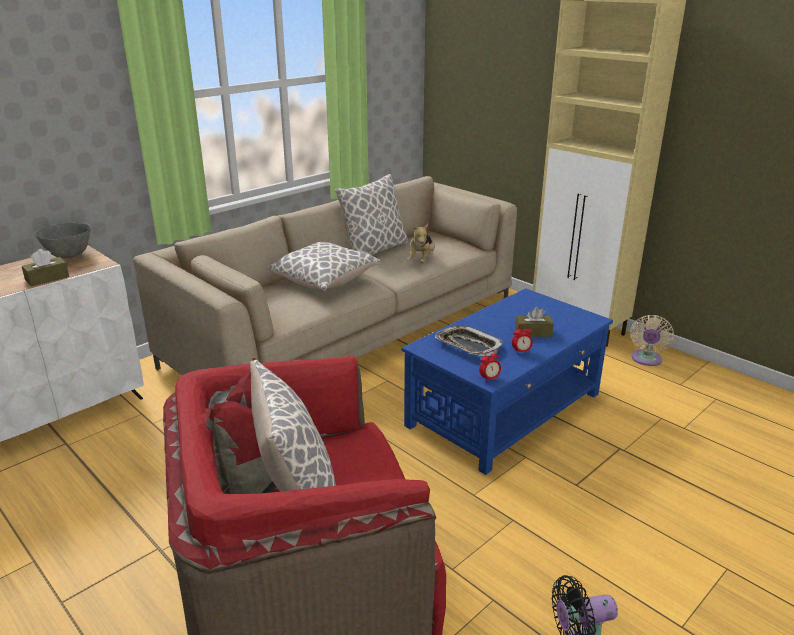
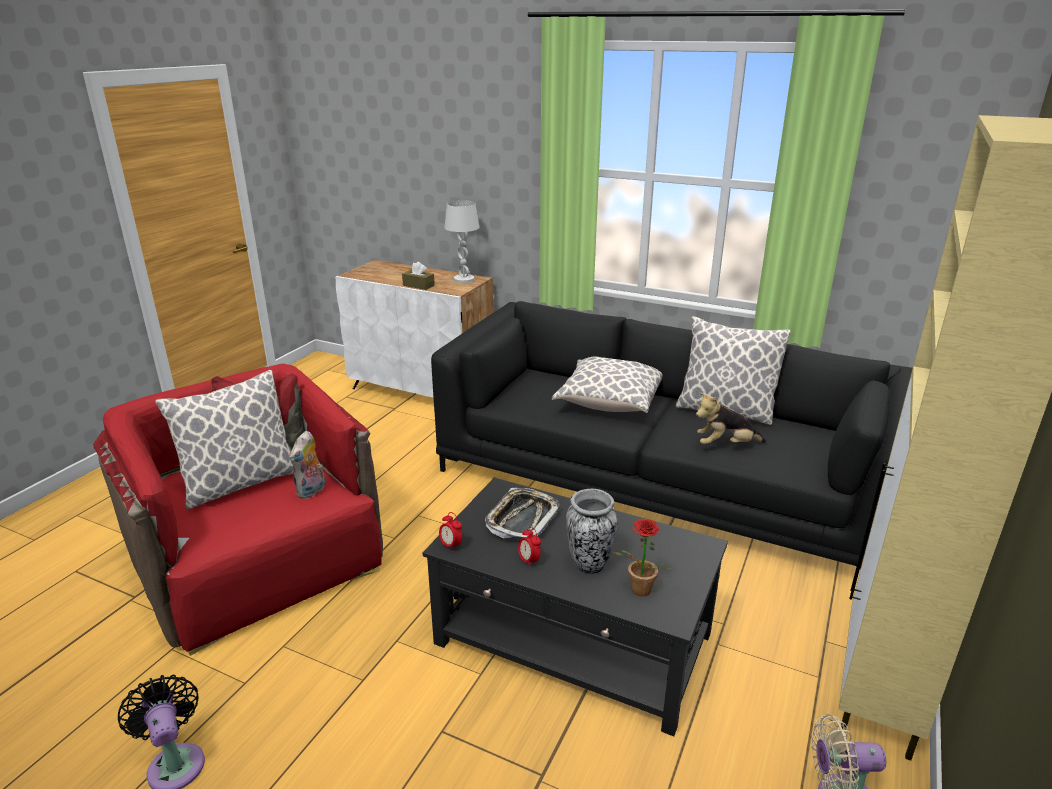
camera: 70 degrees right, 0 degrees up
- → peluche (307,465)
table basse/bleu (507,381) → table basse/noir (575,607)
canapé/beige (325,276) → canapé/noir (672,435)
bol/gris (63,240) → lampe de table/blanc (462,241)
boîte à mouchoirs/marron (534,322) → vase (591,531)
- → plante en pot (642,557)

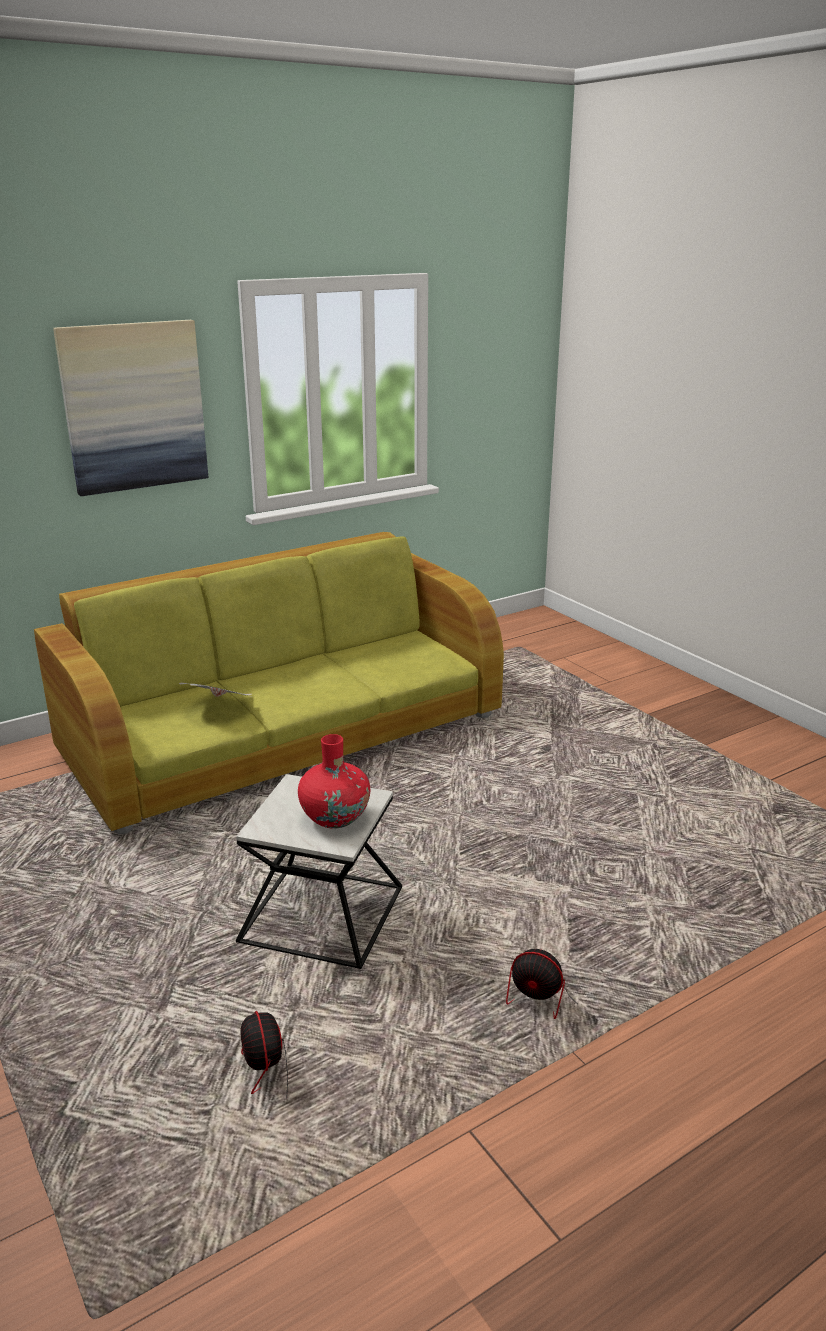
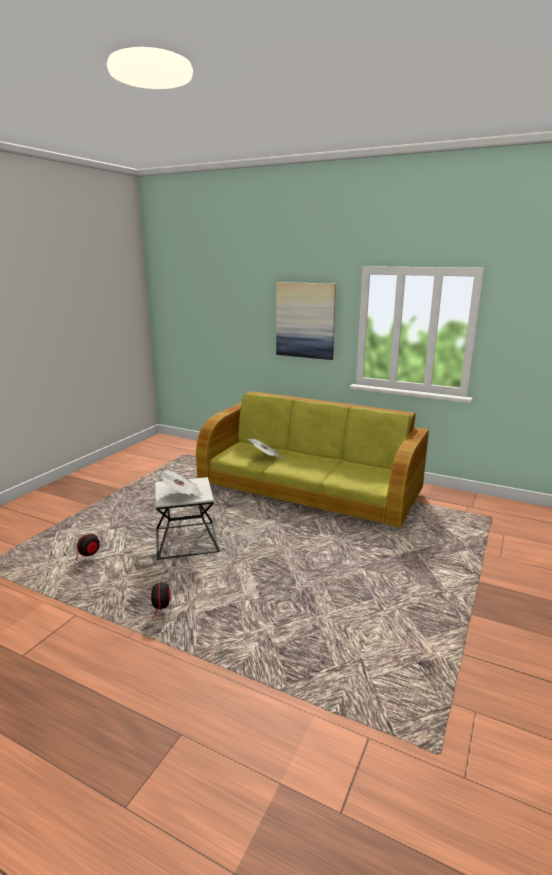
camera: 60 degrees right, 5 degrees down
vase/rouge (334,781) → journal (181,483)

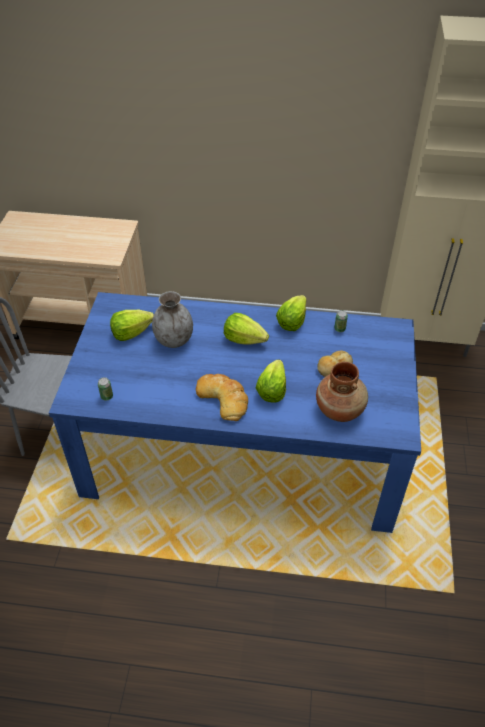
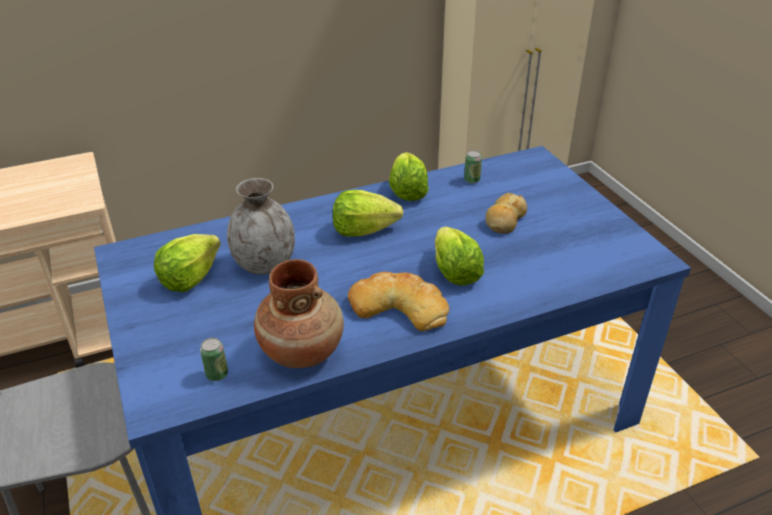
camera: 30 degrees left, 10 degrees down
vase/marron (342,392) → vase/marron (299,313), relocated

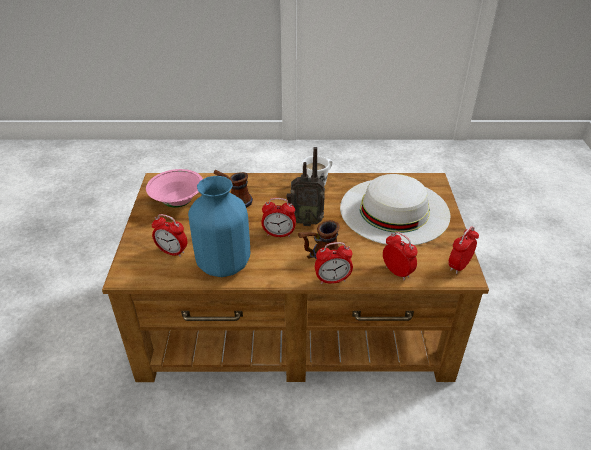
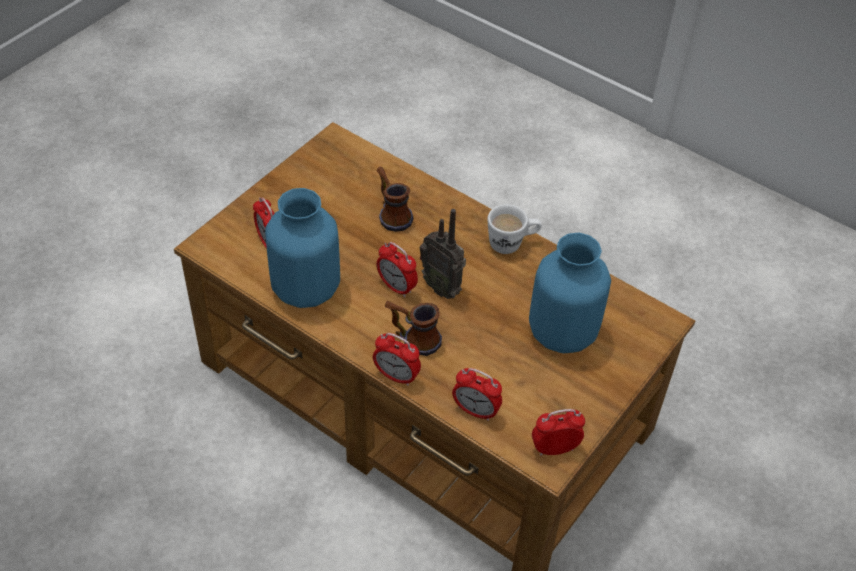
camera: 35 degrees right, 10 degrees up
réveil (400,256) → réveil (477,394), 120 degrees clockwise
chapeau/blanc (395,209) → vase/bleu (570,293)
bol/rose (174,188) → -

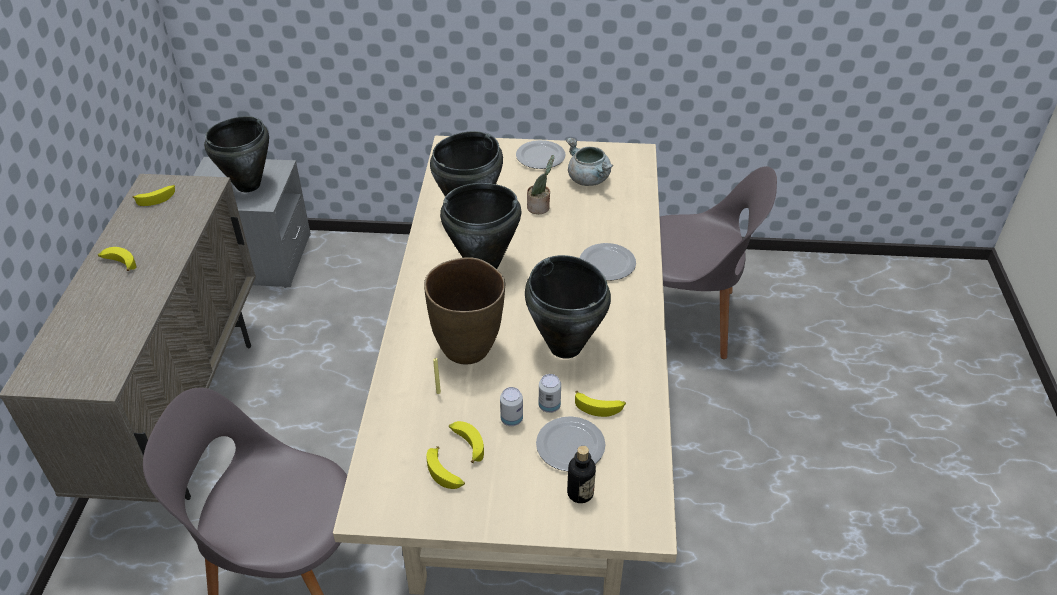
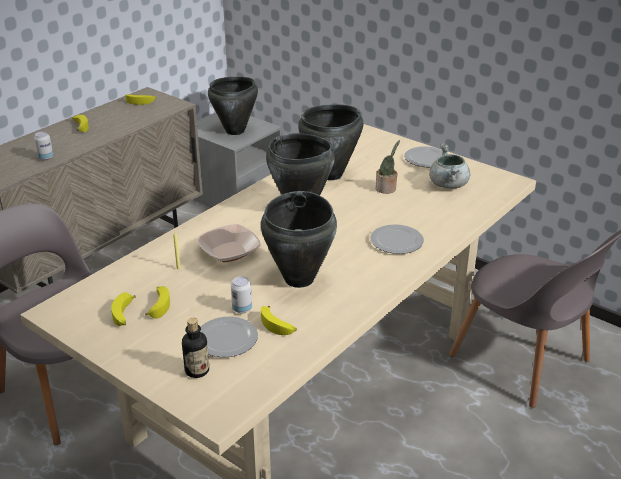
camera: 35 degrees right, 10 degrees down
boîte métallique (511,406) → boîte métallique (43,145), relocated
vase/marron (464,311) → bol (229,243)

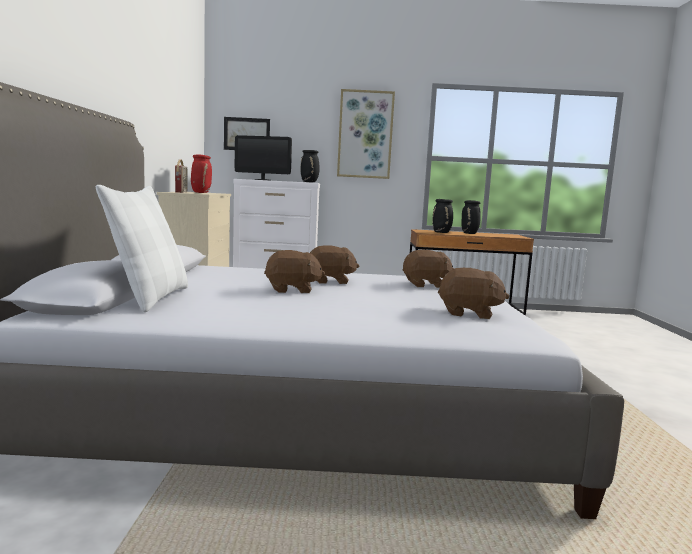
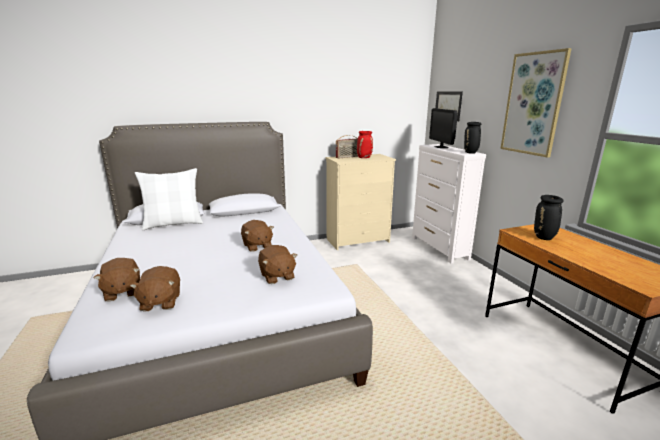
camera: 70 degrees right, 10 degrees up
peluche/marron (294,271) → peluche/marron (117,280), relocated
vase/noir (471,217) → -

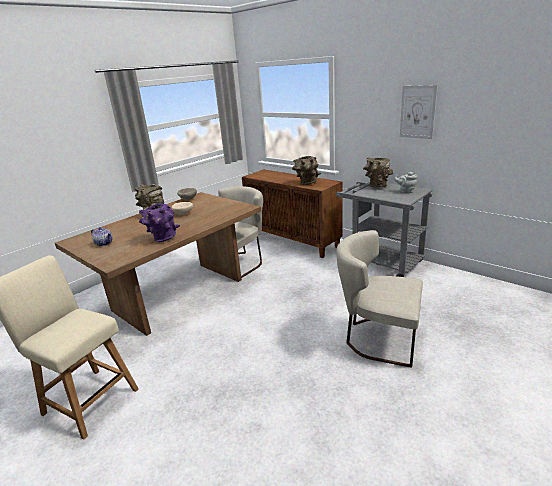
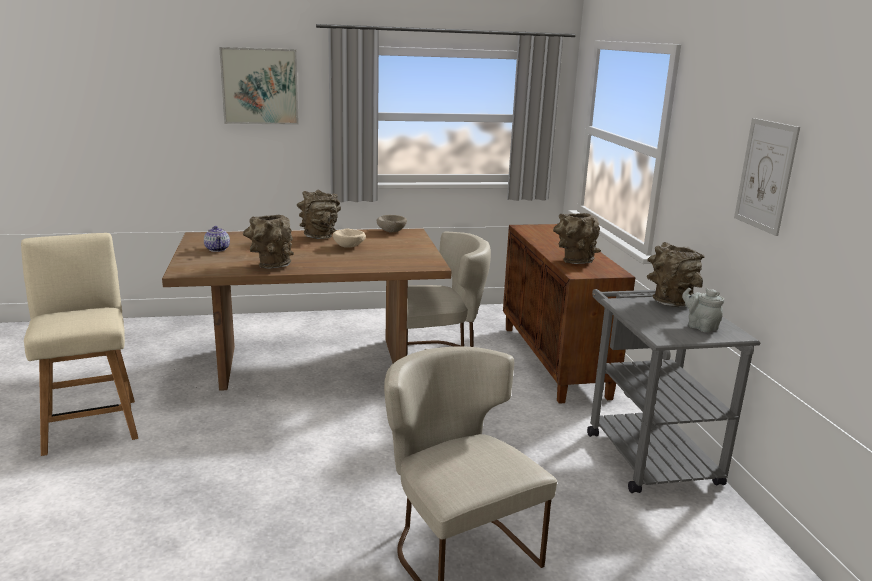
camera: 35 degrees right, 5 degrees down
- → tableau (259,86)
vase/violet (159,222) → vase/marron (268,242)

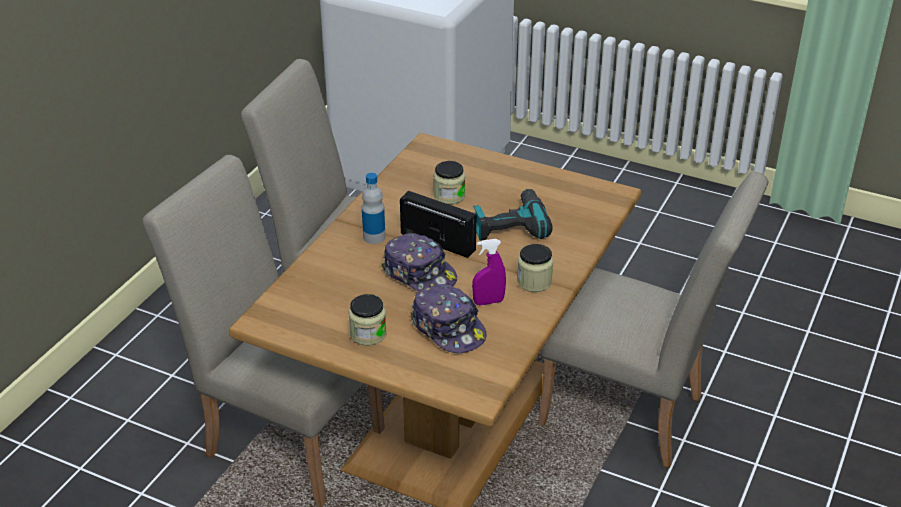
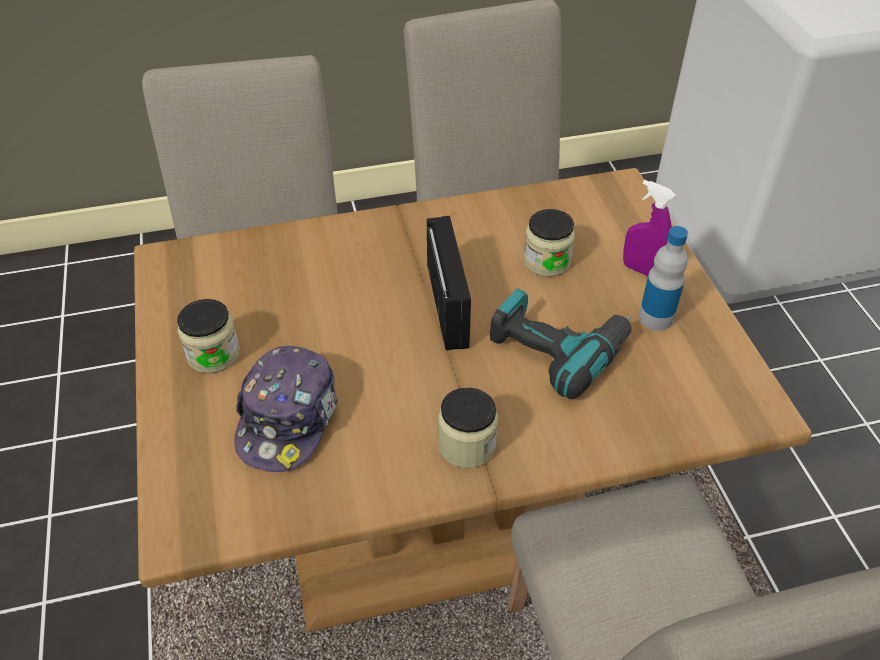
camera: 50 degrees right, 10 degrees up
vaporisateur/violet (489,272) → vaporisateur/violet (649,228), relocated
bouteille (373,208) → bouteille (663,278), relocated
casquette (419,262) → -

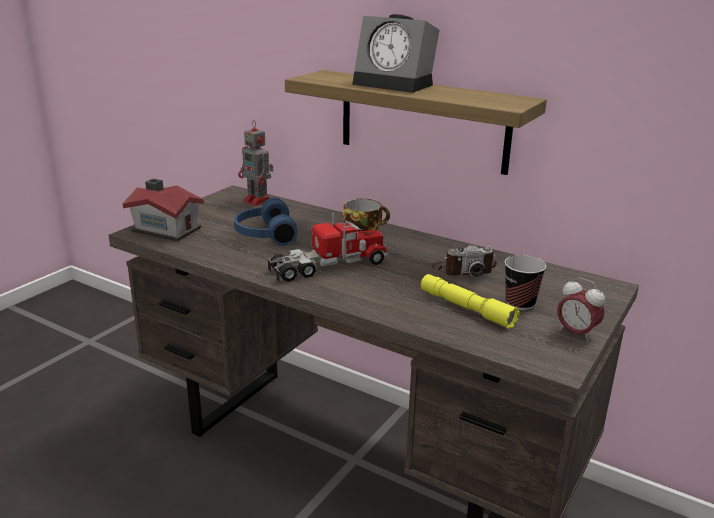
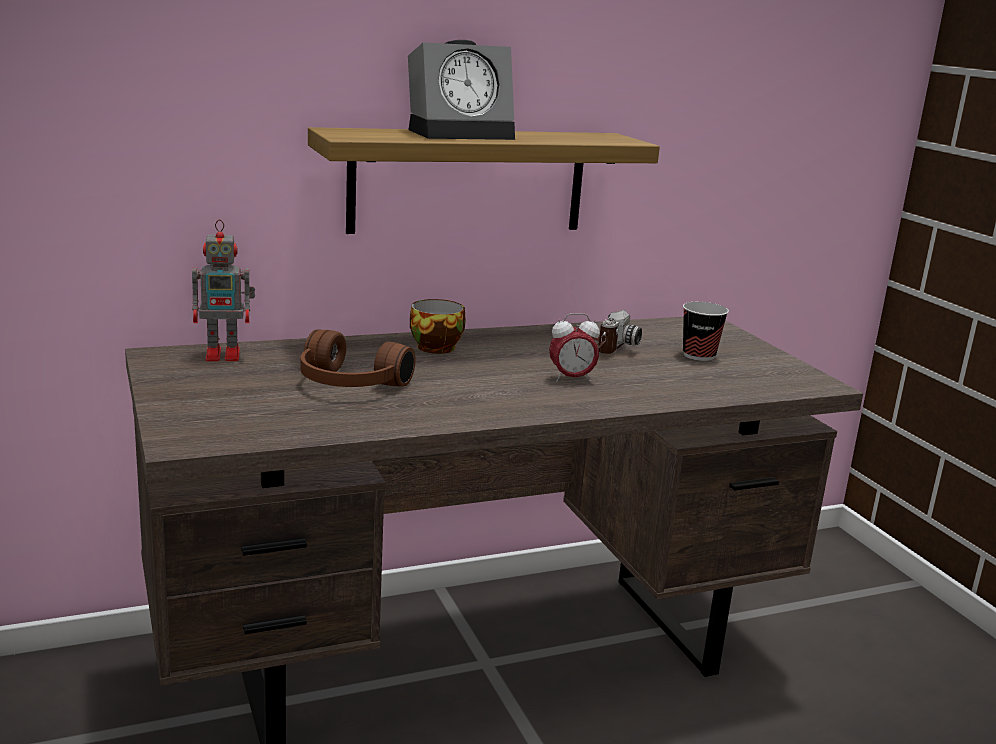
camera: 55 degrees left, 5 degrees down
casque audio/bleu (265,222) → casque audio/marron (358,358)
réveil (581,309) → réveil (574,347), relocated
maison miniature (163,209) → -
camion jouet (327,248) → -
lampe de poche/jaune (470,301) → -

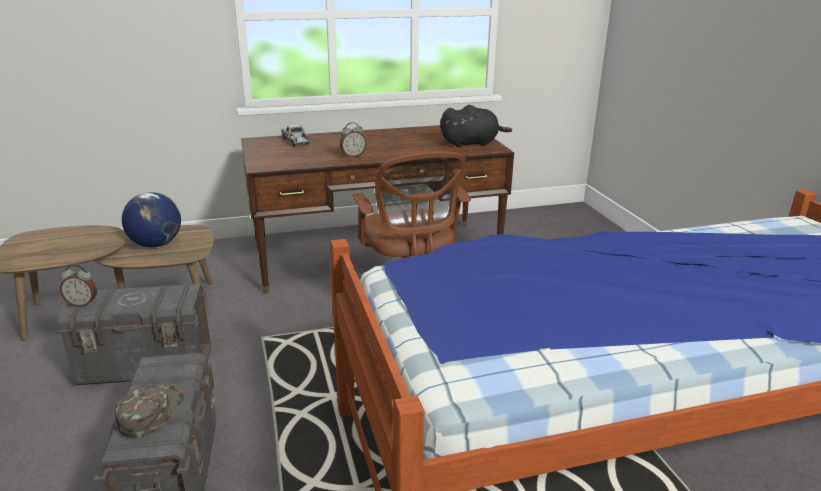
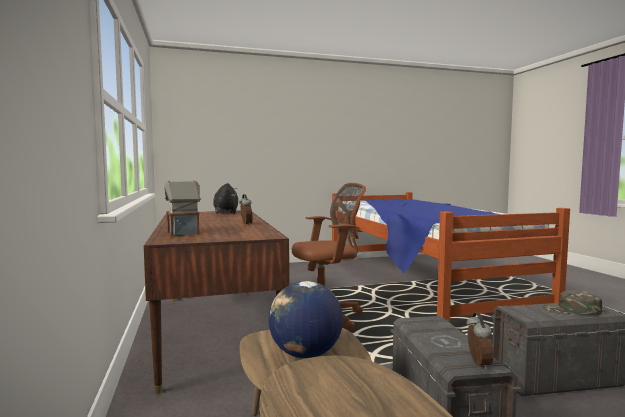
camera: 90 degrees left, 20 degrees down
camion jouet (295,135) → maison miniature (182,208)

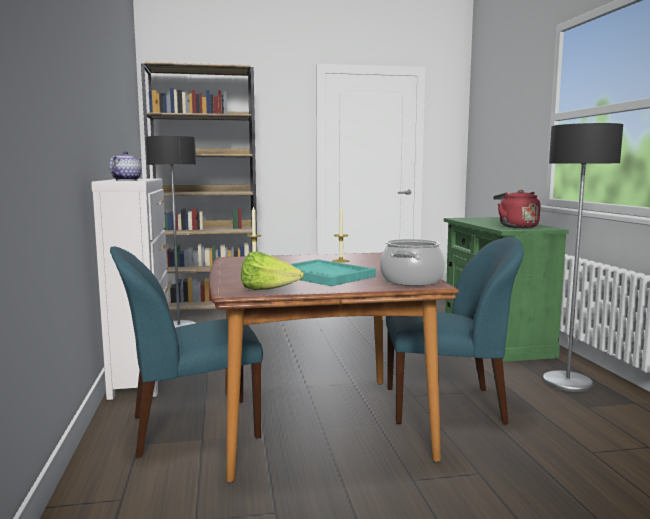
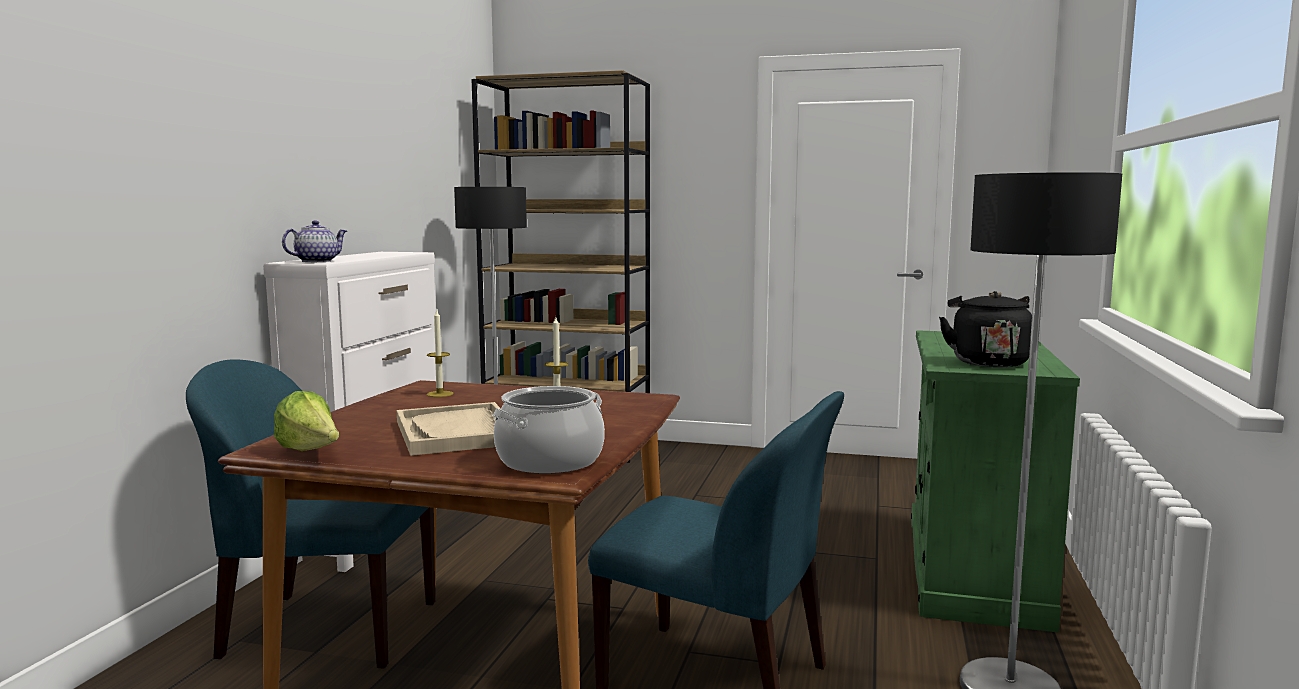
camera: 25 degrees right, 0 degrees up
plateau/turquoise (333,272) → plateau/beige (449,429)
bouilloire/rouge (516,209) → bouilloire/noir (985,329)

